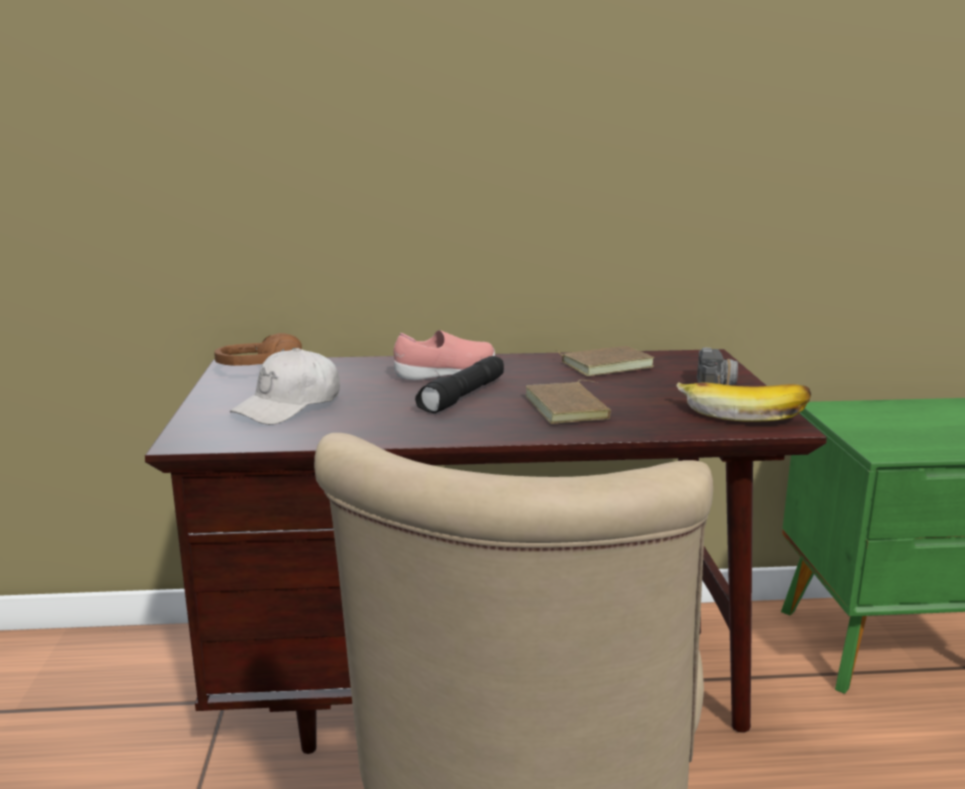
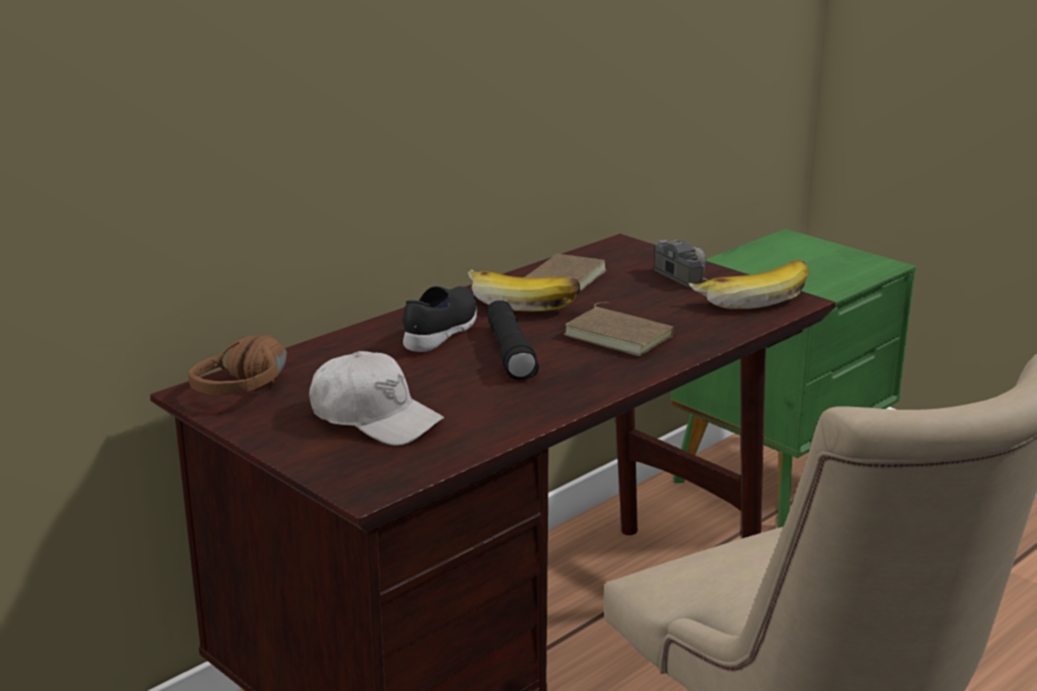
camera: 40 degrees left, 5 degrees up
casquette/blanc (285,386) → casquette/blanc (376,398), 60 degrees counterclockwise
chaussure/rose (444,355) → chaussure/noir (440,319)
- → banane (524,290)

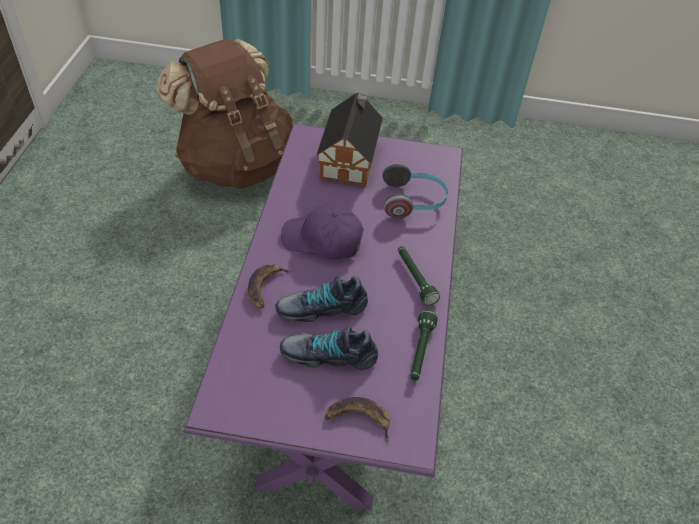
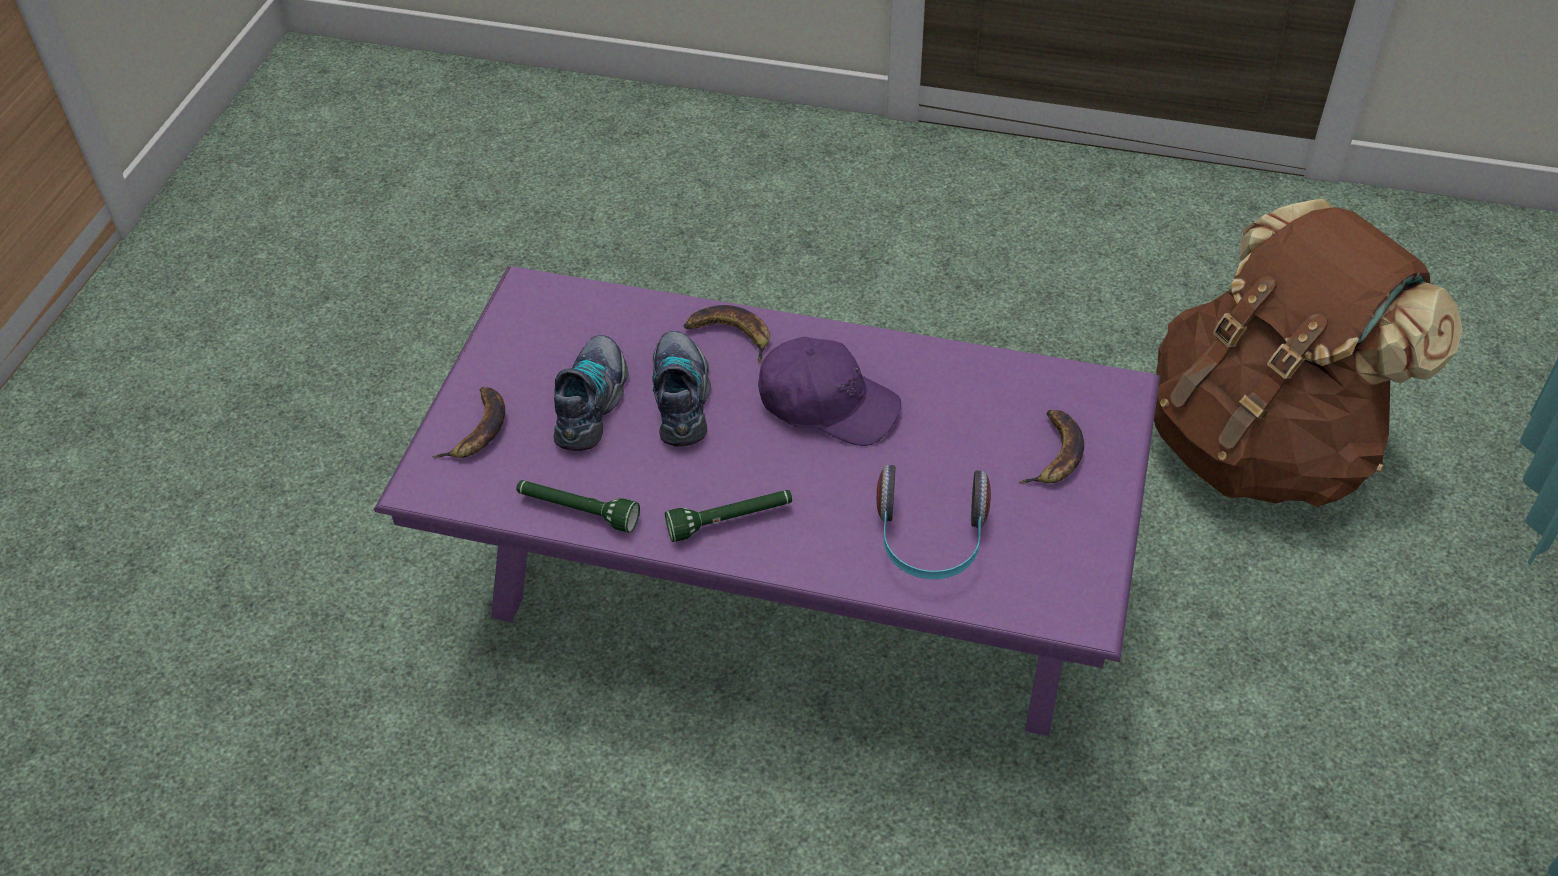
camera: 100 degrees right, 0 degrees up
casquette/violet (322,232) → casquette/violet (829,391), 90 degrees clockwise
maison miniature (349,140) → banane (1051,447)

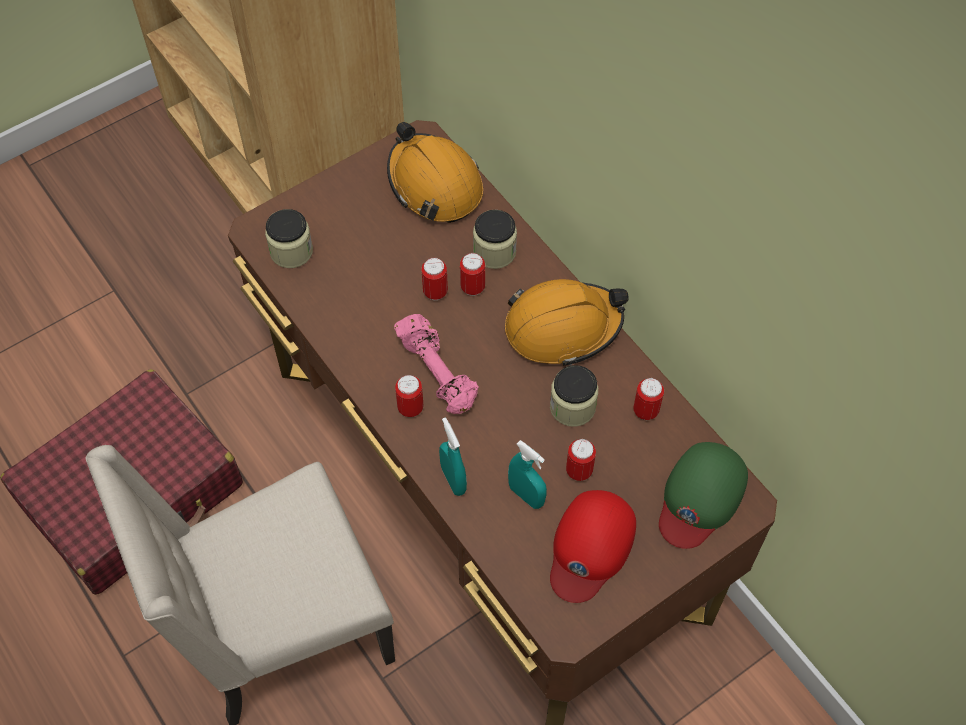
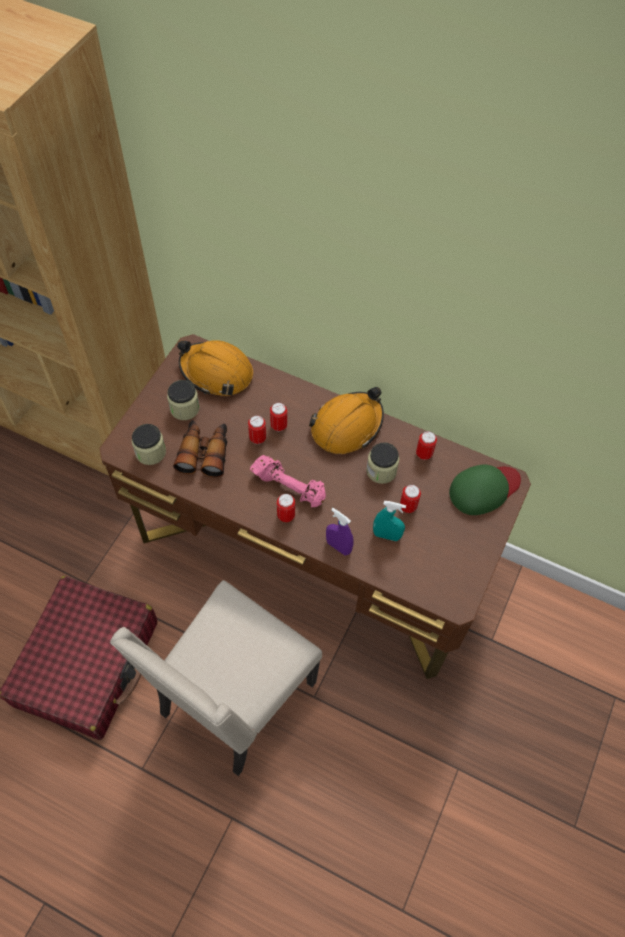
camera: 30 degrees left, 0 degrees up
bocal (495,239) → bocal (183,400), relocated
- → jumelles (200,448)
vaporisateur/turquoise (453,457) → vaporisateur/violet (340,531)
casquette/vert (703,495) → casquette/vert (485,489), 120 degrees counterclockwise
casquette/rouge (593,546) → -

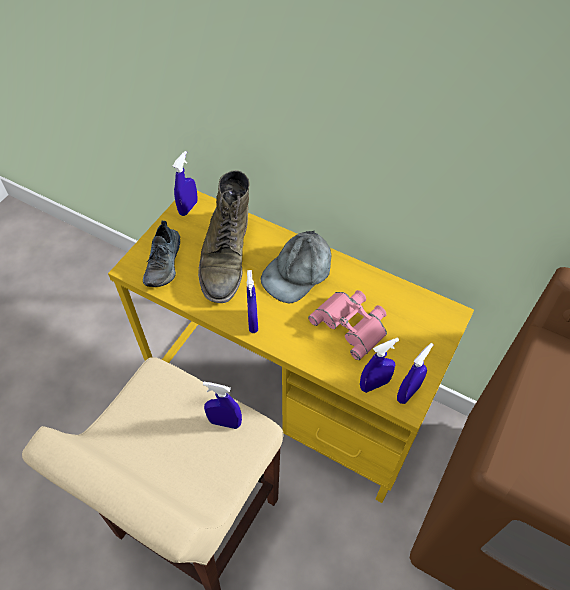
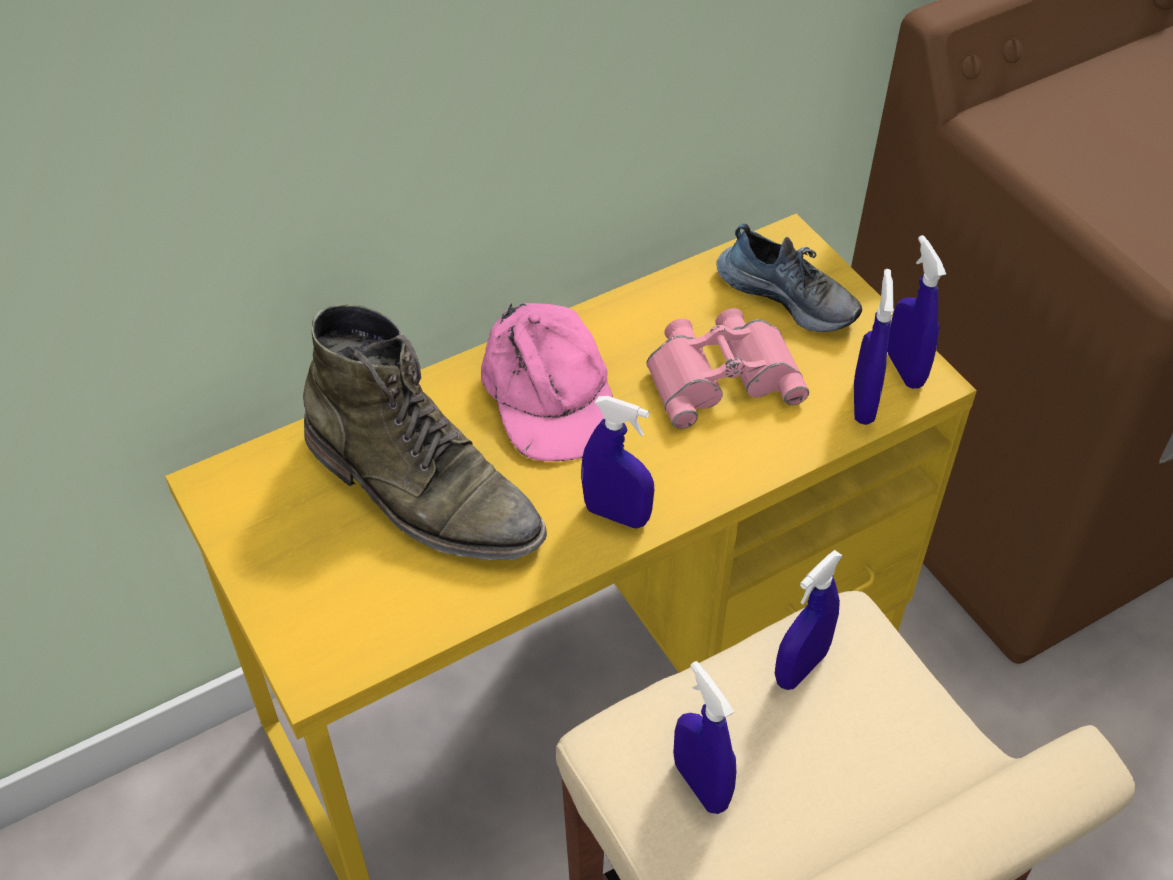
camera: 60 degrees left, 5 degrees down
casquette/gris (296,267) → casquette/rose (547,382)
vaporisateur/bleu (185,183) → vaporisateur/bleu (704,737), relocated
chaussure (161,254) → chaussure (789,278), relocated

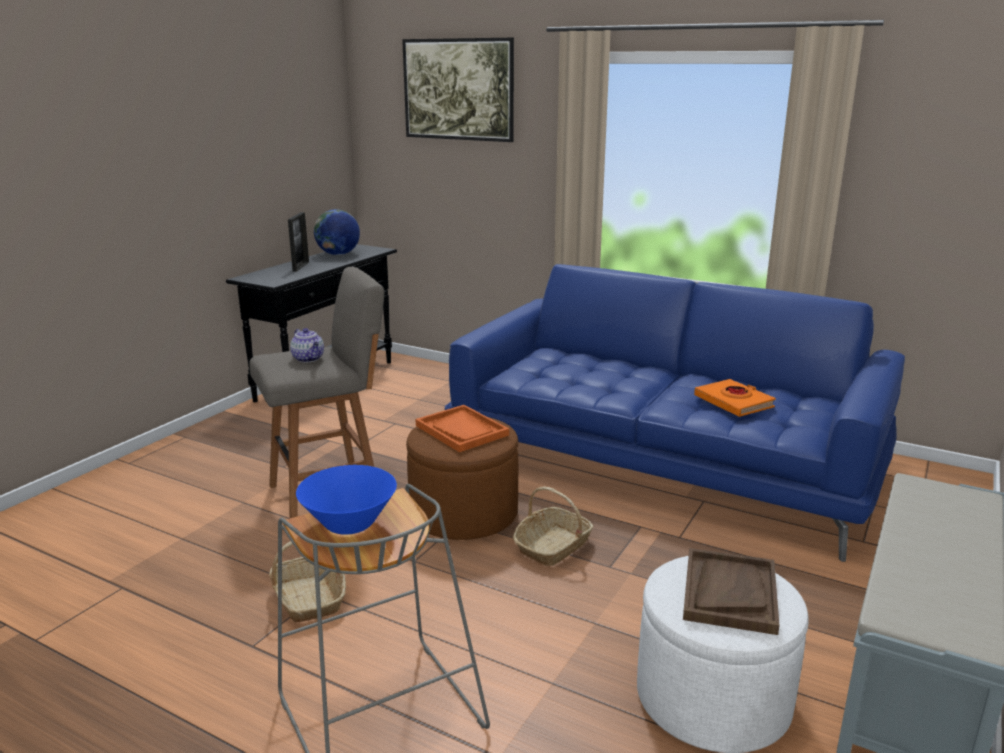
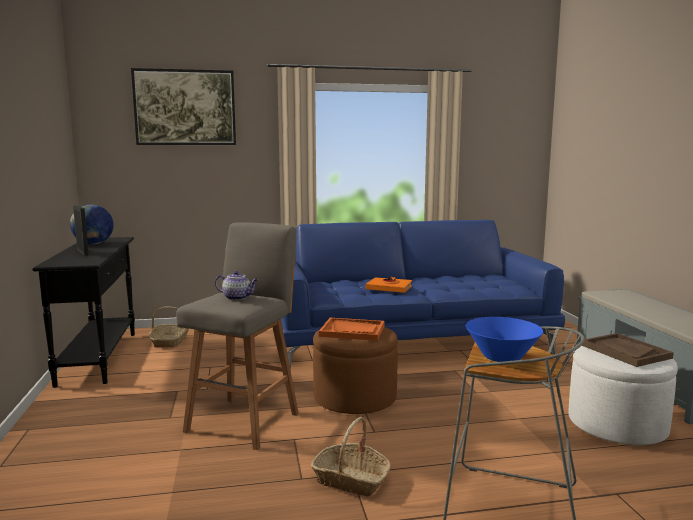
camera: 40 degrees left, 10 degrees down
panier (553,526) → panier (169,327), relocated
livre/orange (735,398) → livre/orange (388,285), relocated

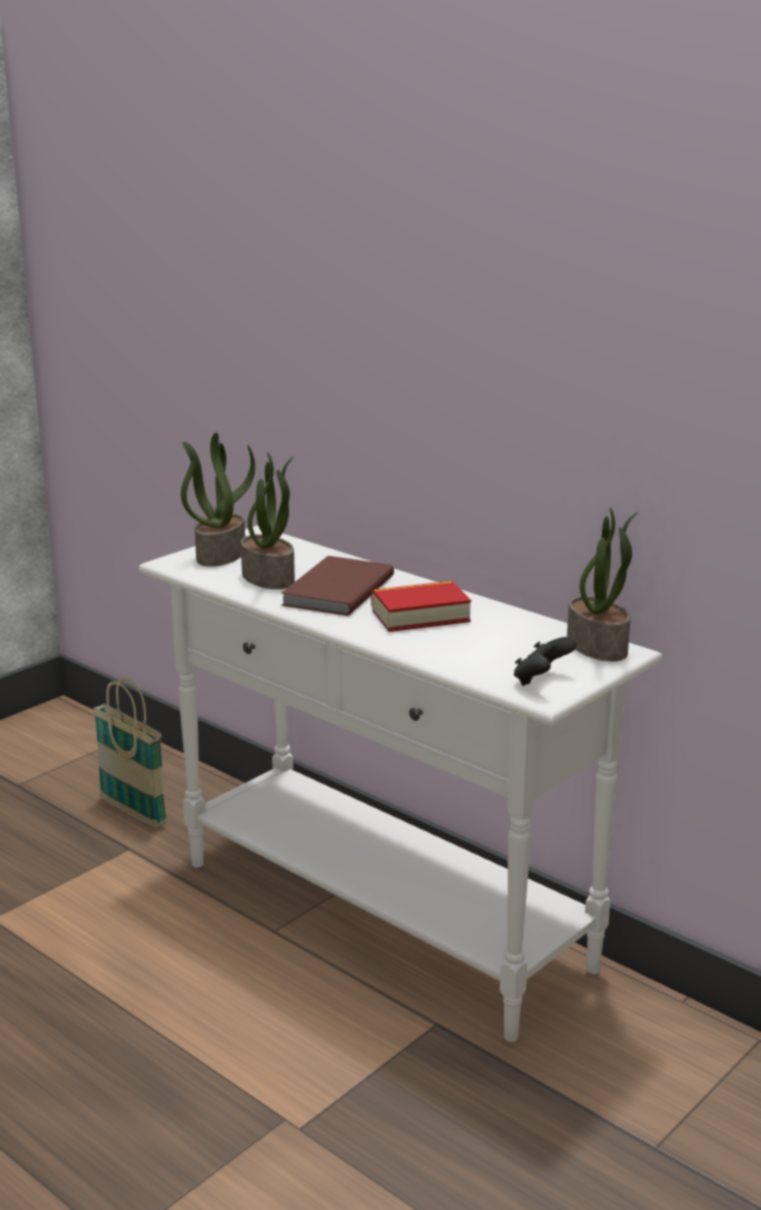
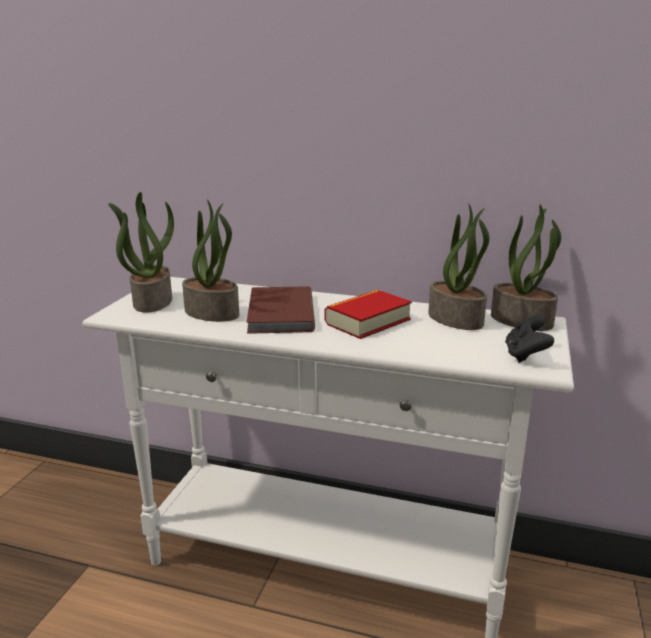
camera: 25 degrees left, 0 degrees up
- → plante en pot (458,267)
panier (130,752) → -

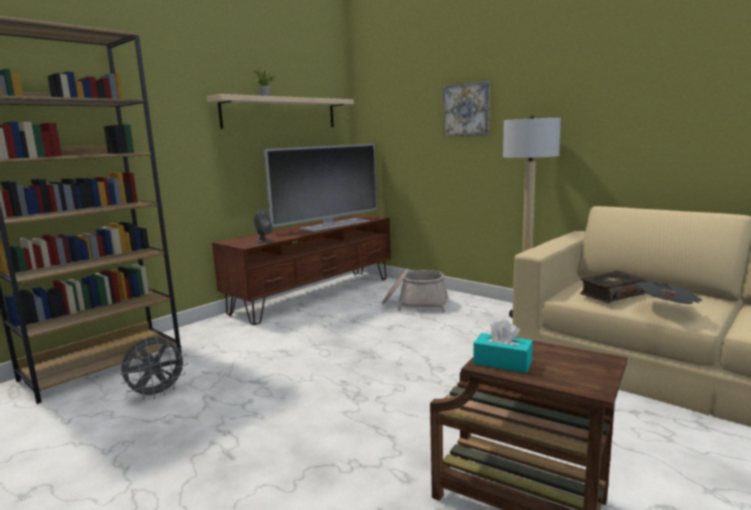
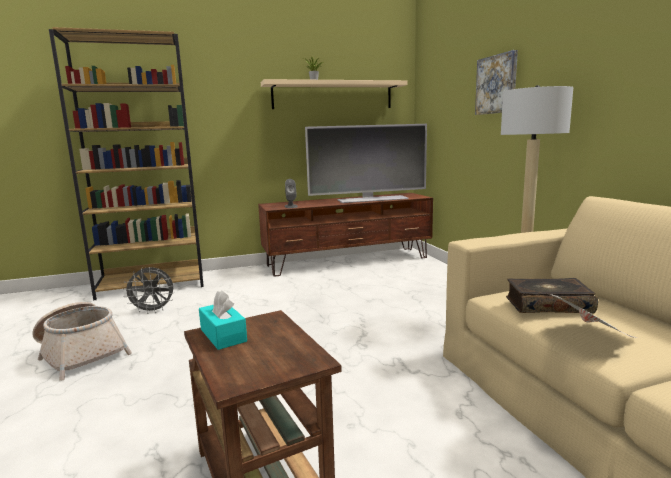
camera: 30 degrees right, 0 degrees up
panier (415,290) → panier (82,341), relocated

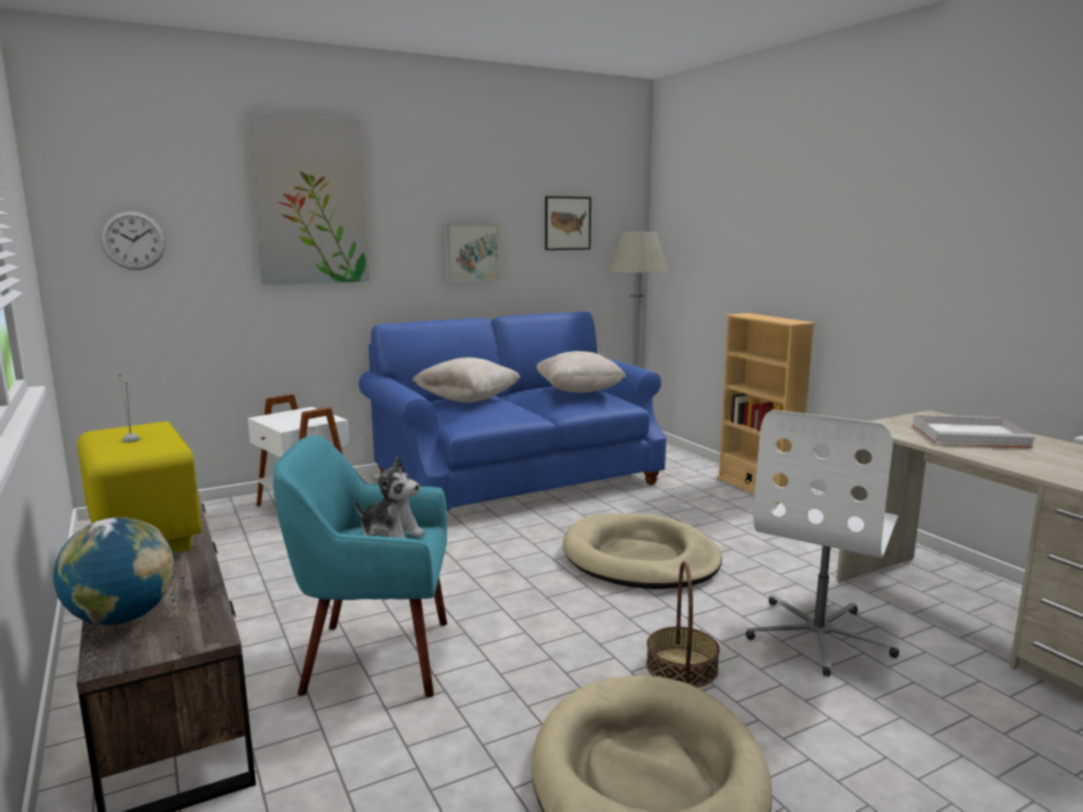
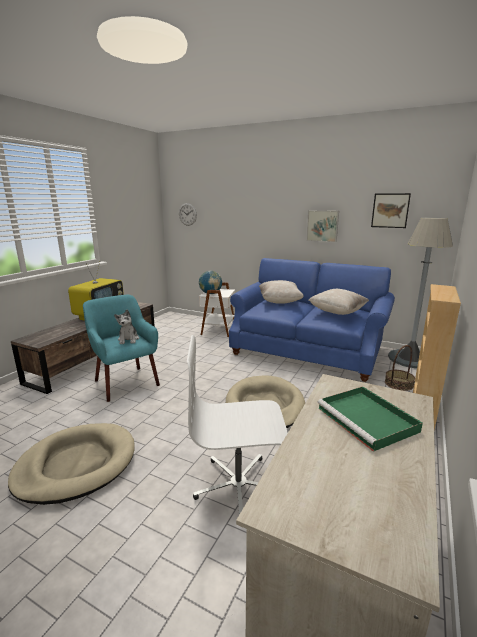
camera: 55 degrees right, 5 degrees up
globe (113,571) → globe (210,282), relocated
plateau/blanc (974,431) → plateau/vert (370,419)
panier (683,624) → panier (400,368), relocated
tableau (308,198) → -

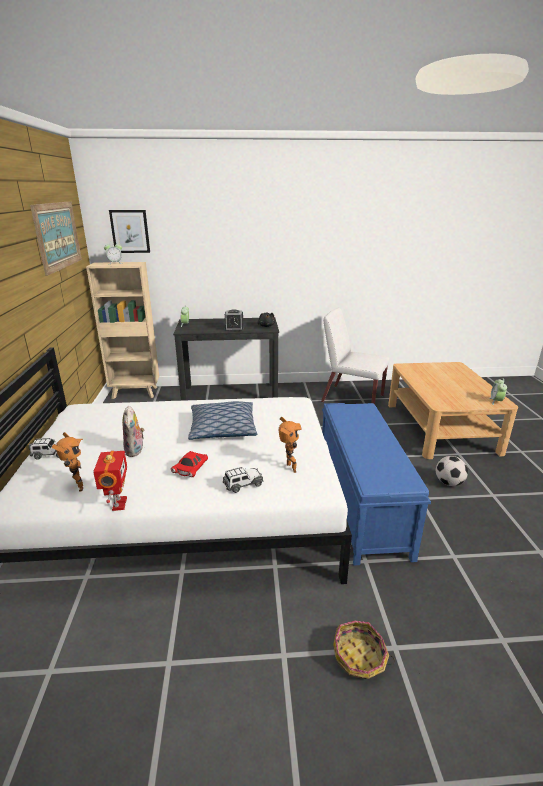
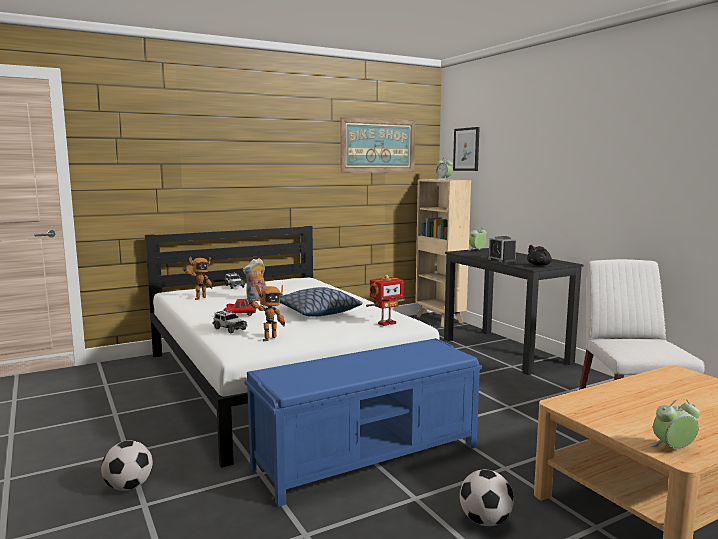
camera: 65 degrees right, 15 degrees down
panier (364,650) → ballon de foot (127,466)
robot jouet (110,481) → robot jouet (385,300), relocated

